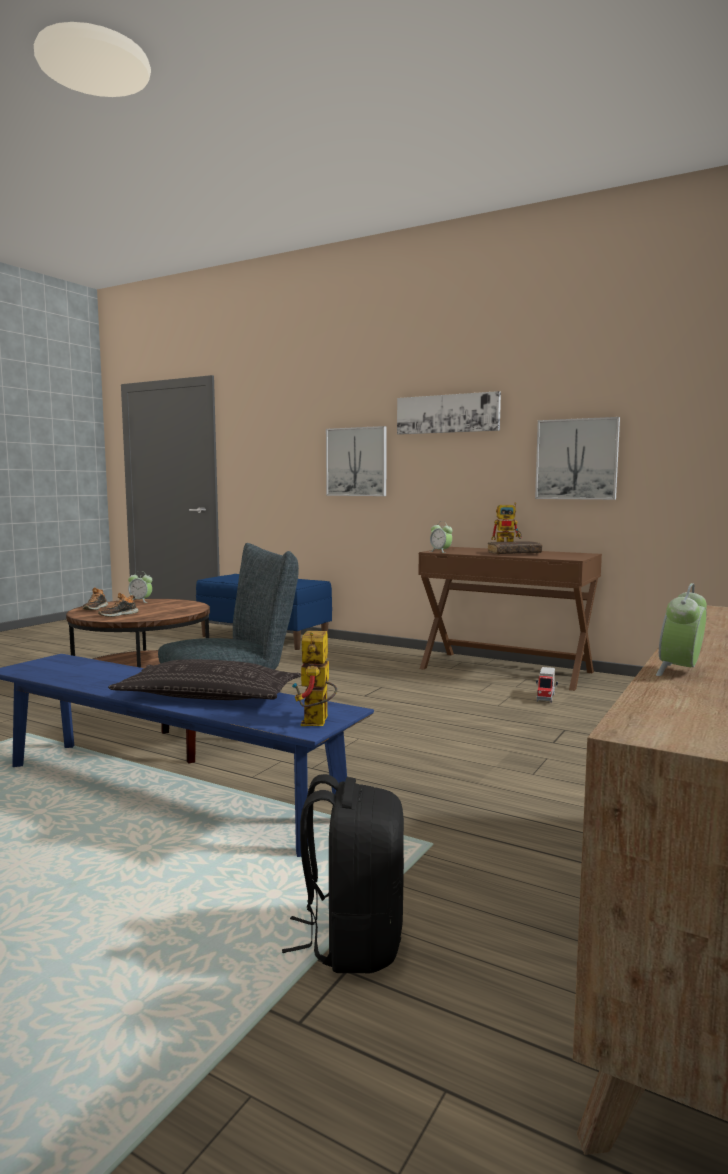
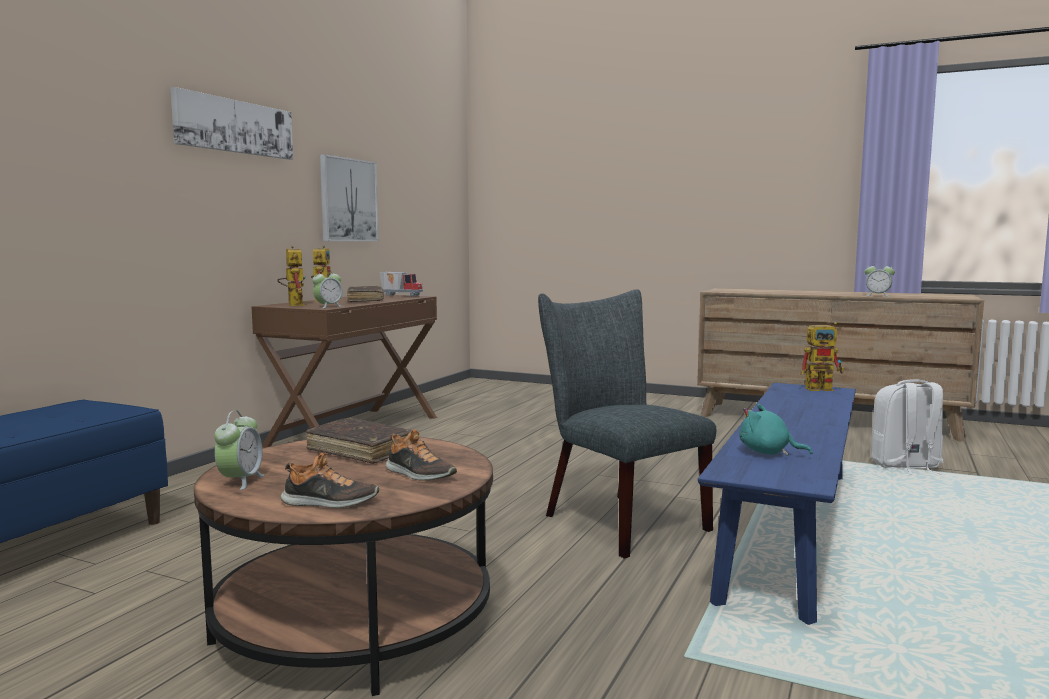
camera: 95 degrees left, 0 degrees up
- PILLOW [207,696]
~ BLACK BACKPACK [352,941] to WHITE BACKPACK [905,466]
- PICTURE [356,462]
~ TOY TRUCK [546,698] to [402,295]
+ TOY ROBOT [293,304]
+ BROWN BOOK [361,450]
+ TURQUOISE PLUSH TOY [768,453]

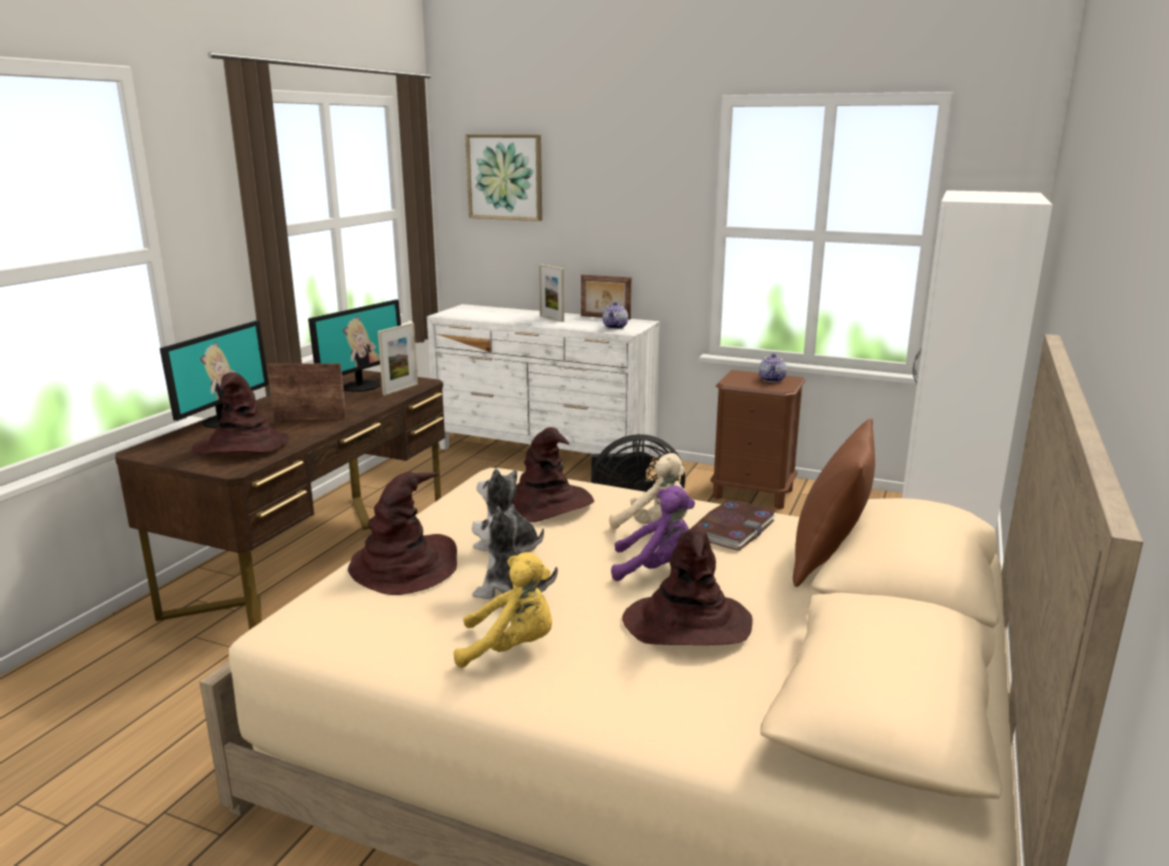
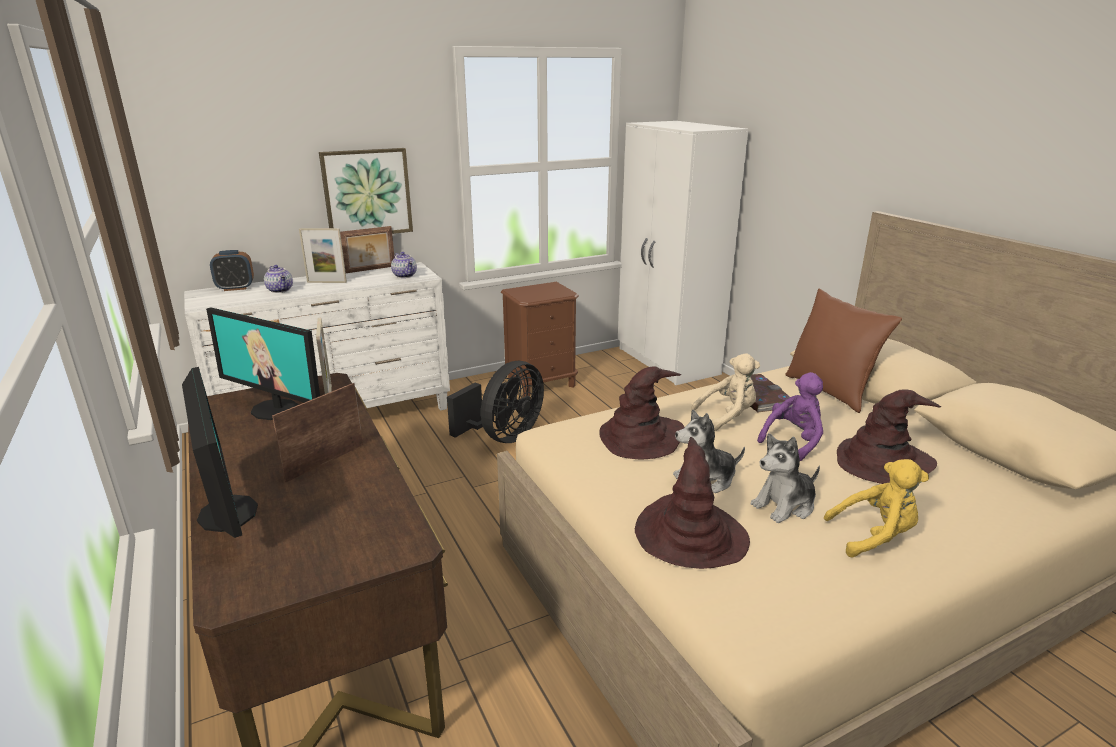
camera: 50 degrees left, 5 degrees up
- BROWN HAT [241,446]
~ MONITOR [361,386] = [276,409] 135 degrees clockwise
~ YELLOW PLUSH TOY [511,648] = [874,536] 45 degrees clockwise
~ PICTURE [505,177] to [367,193]
~ TEAPOT [772,380] to [281,290]
+ ALARM CLOCK [235,288]

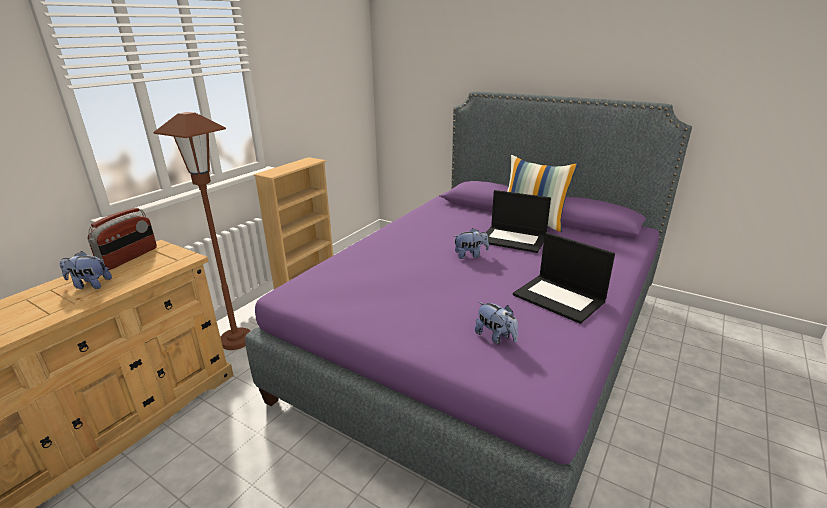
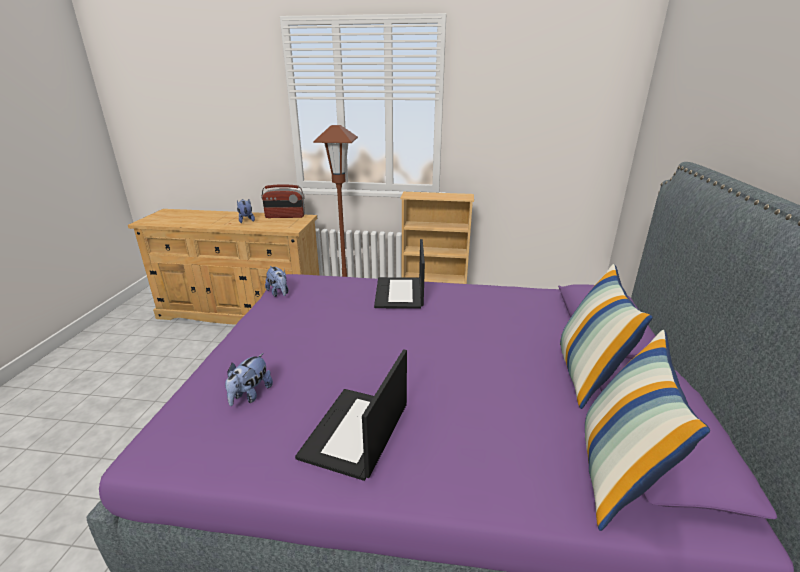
camera: 65 degrees right, 0 degrees up
~ PLUSH TOY [470,255] to [279,293]
~ LAPTOP [514,239] to [400,293]
+ PILLOW [617,474]

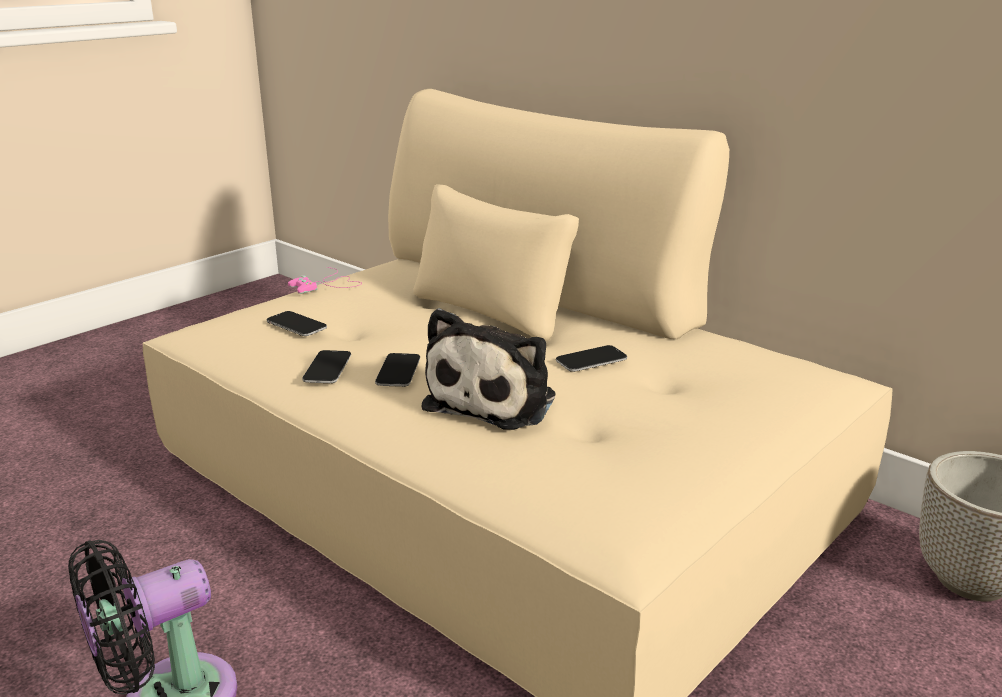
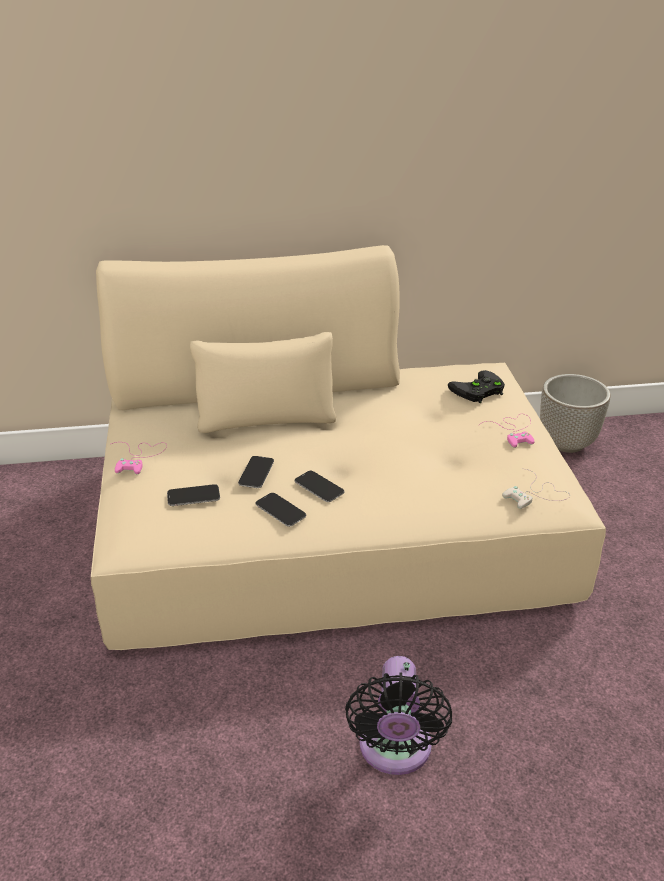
camera: 50 degrees left, 10 degrees up
- PLUSH TOY [495,400]
~ PHONE [591,360] to [256,473]
+ BLACK GAME CONTROLLER [477,391]
+ PINK GAME CONTROLLER [514,430]
+ WHITE GAME CONTROLLER [536,494]

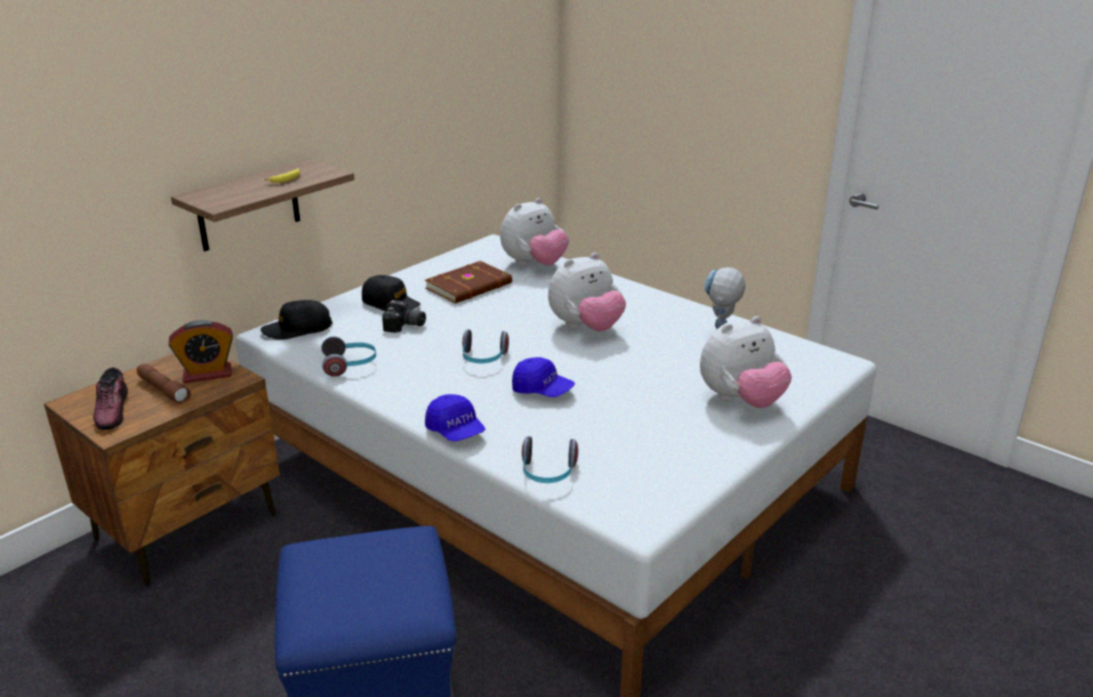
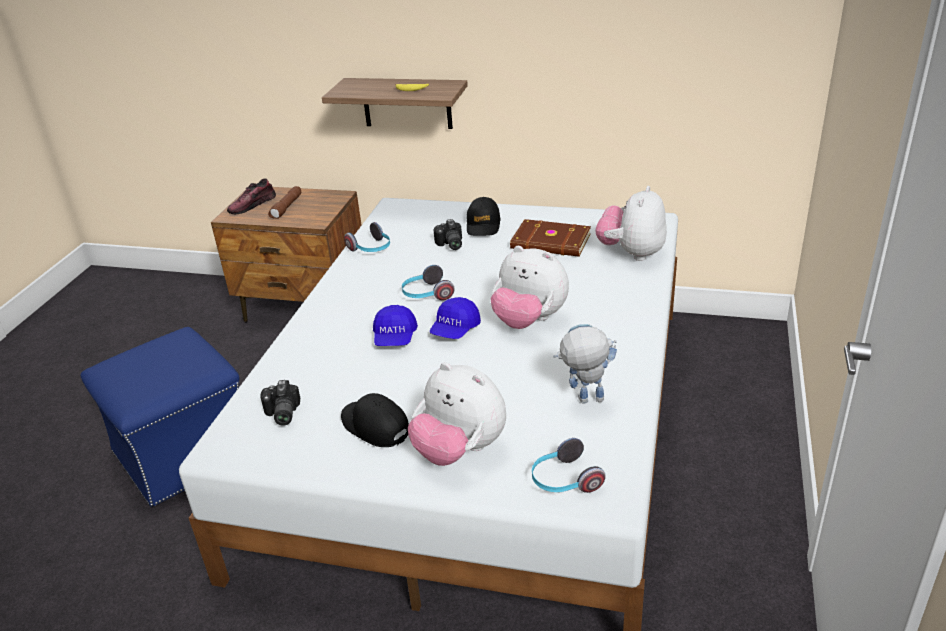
camera: 65 degrees right, 5 degrees up
- ALARM CLOCK [207,374]
~ BLACK CAP [297,329] to [375,426]
~ BLUE CAP [456,431] to [455,330]
~ PLUSH TOY [534,264] = [631,253] 90 degrees clockwise
~ HEADPHONES [548,473] to [564,480]
+ PHOTO CAMERA [281,414]

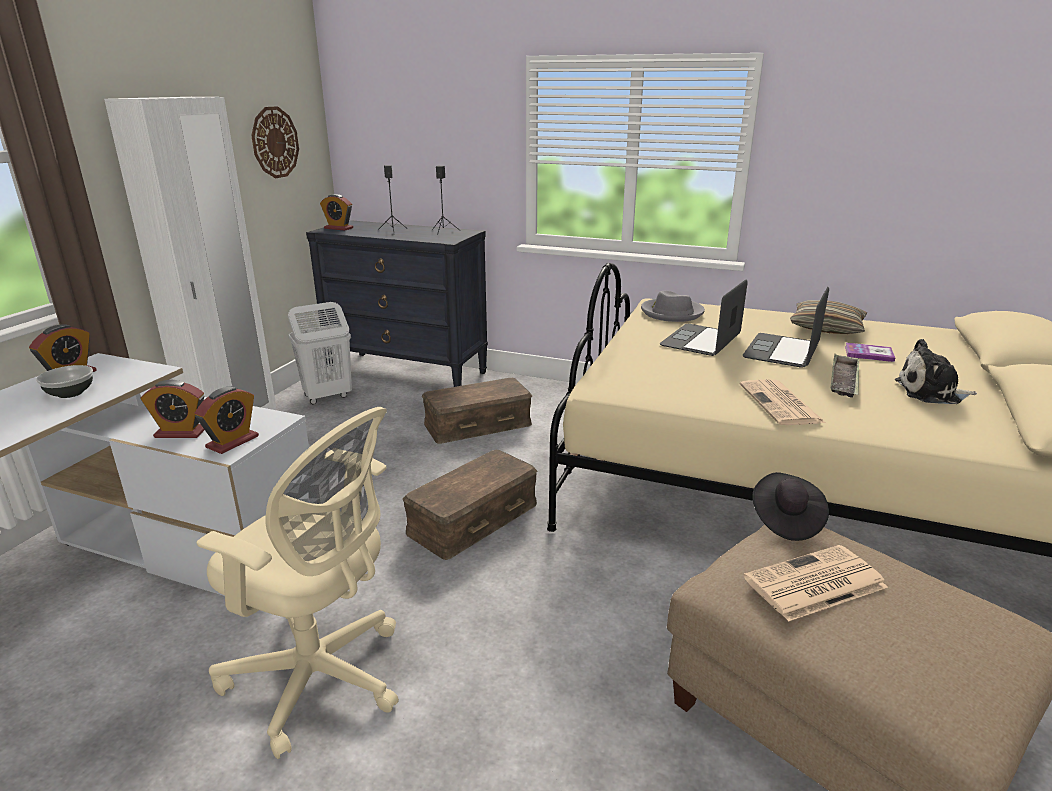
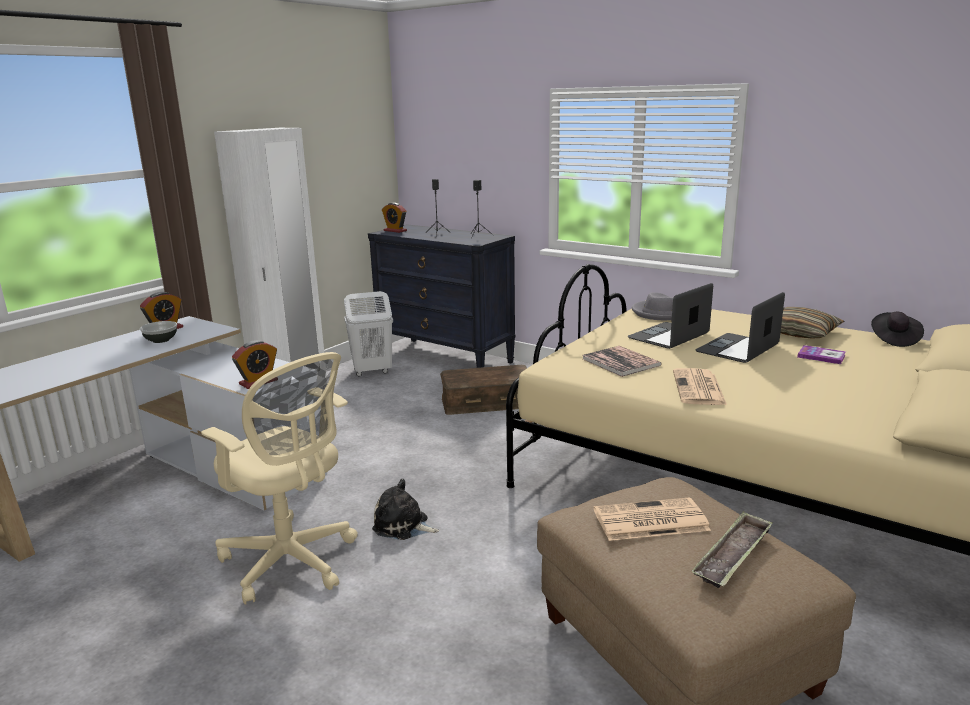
camera: 15 degrees right, 5 degrees down
- ALARM CLOCK [181,432]
- WALL CLOCK [275,142]
- BROWN STORAGE BOX [472,517]
~ BLACK HAT [785,520] to [894,339]
~ TRAY [844,381] to [733,555]
~ PLUSH TOY [931,393] to [403,526]
+ BOOK [621,362]

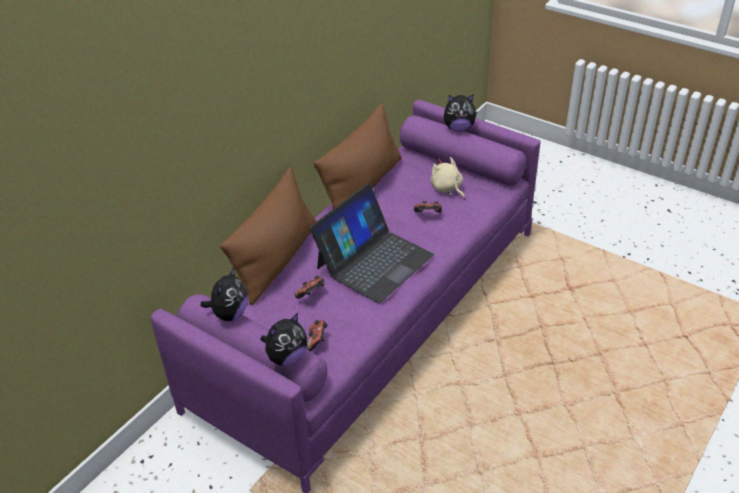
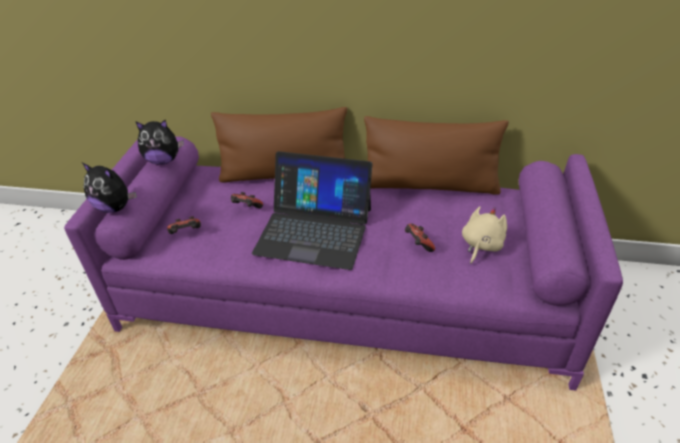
camera: 65 degrees right, 0 degrees up
- PLUSH TOY [458,128]

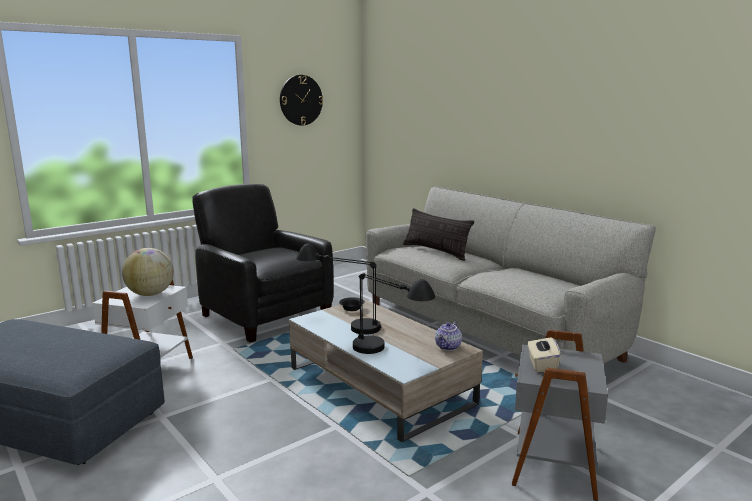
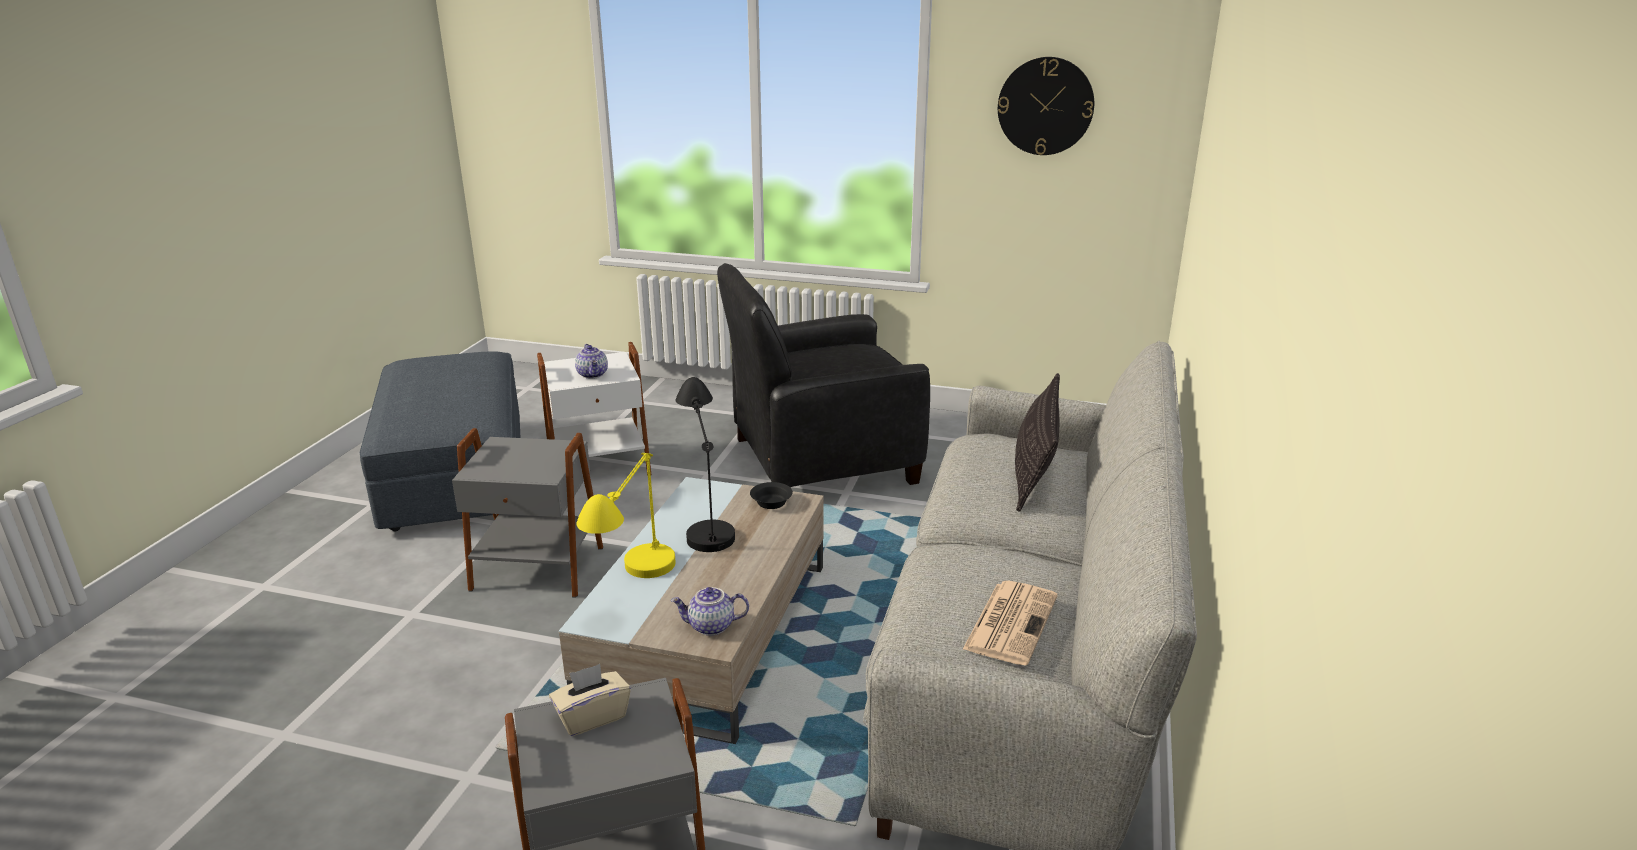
camera: 55 degrees right, 10 degrees up
~ GLOBE [150,294] to TEAPOT [593,374]
~ BLACK ARMCHAIR [265,315] = [821,461] 120 degrees counterclockwise
~ BLACK TABLE LAMP [389,356] to YELLOW TABLE LAMP [635,589]
+ GREY SIDE TABLE [537,570]
+ NEWSPAPER [1011,621]

